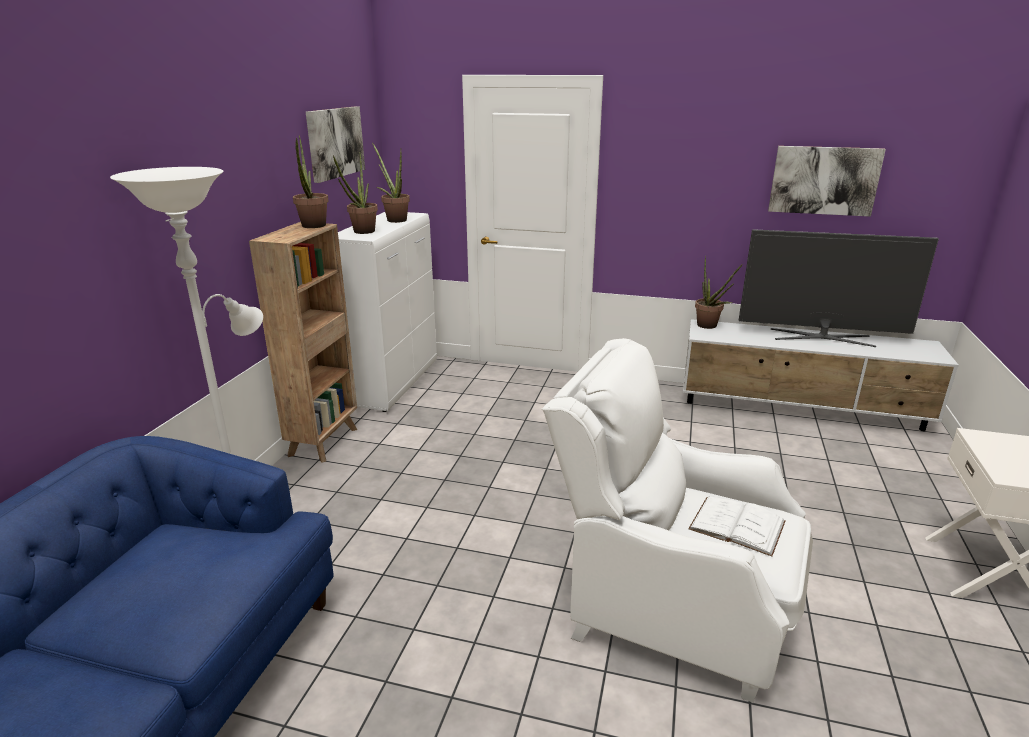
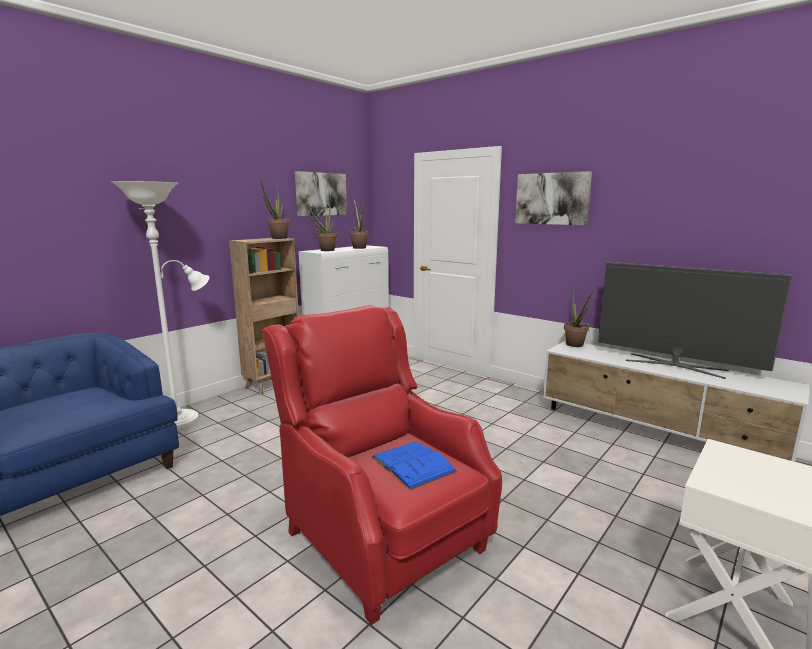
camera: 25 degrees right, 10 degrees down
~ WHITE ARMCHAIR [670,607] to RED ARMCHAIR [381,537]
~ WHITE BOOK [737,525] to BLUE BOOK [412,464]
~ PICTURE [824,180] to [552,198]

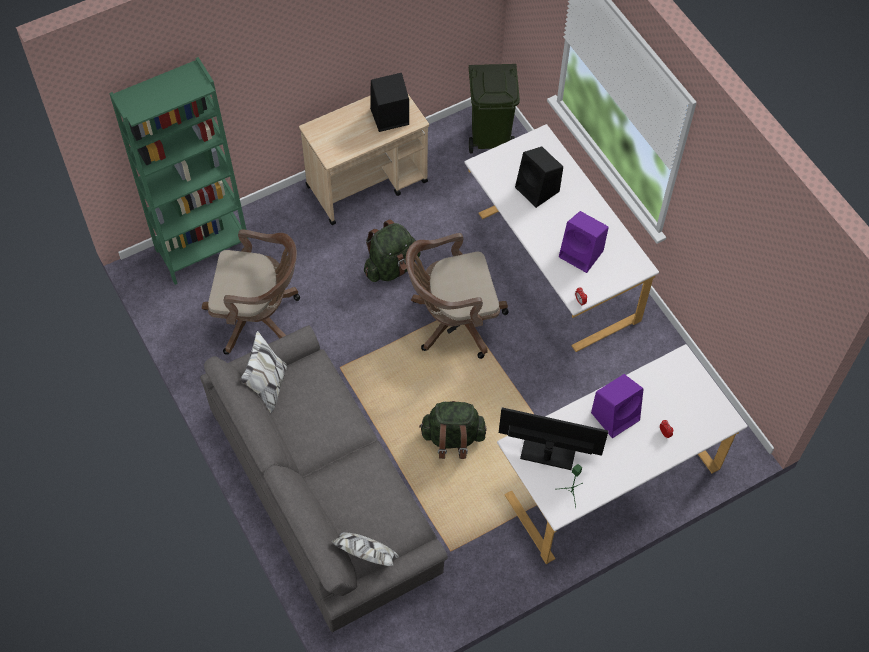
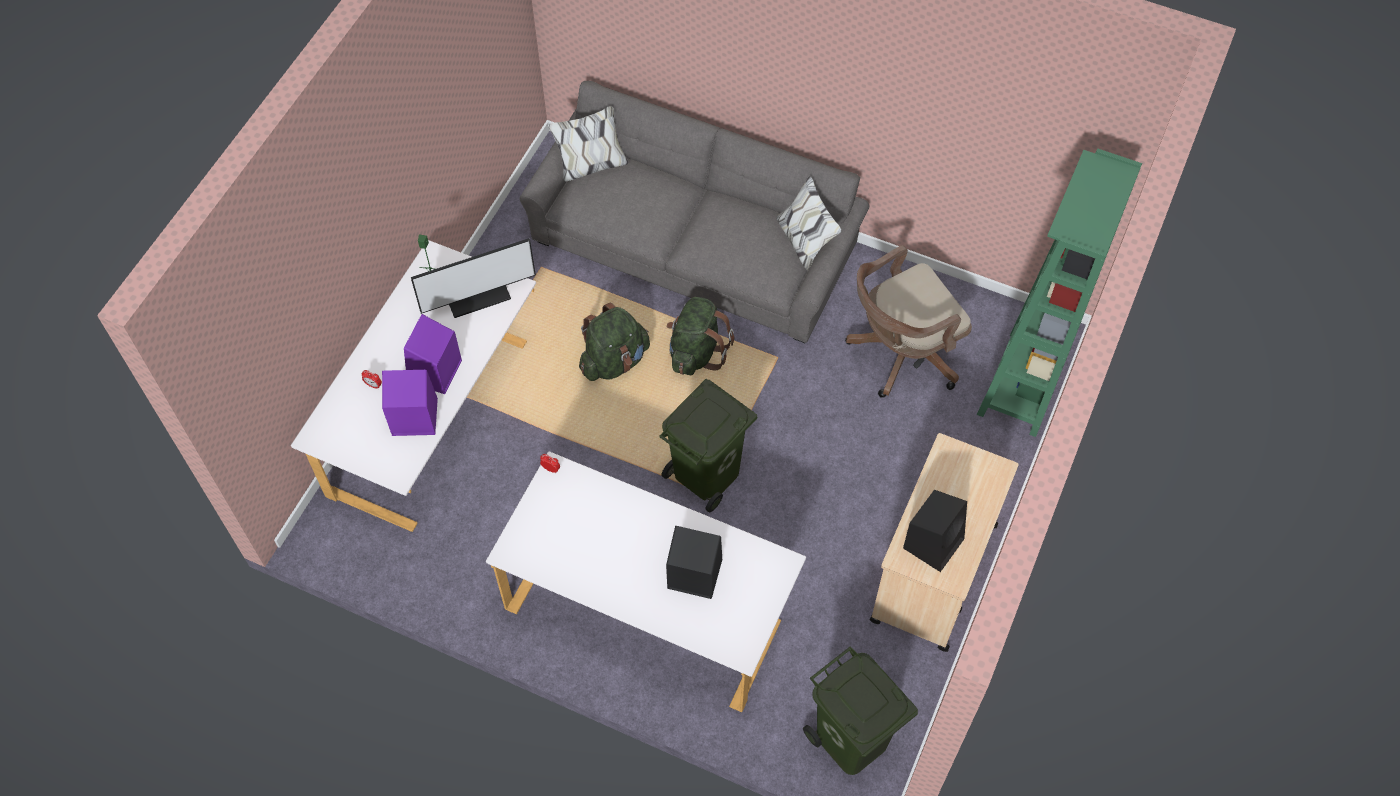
camera: 145 degrees right, 0 degrees up
~ GREEN BACKPACK [391,266] to [696,352]
~ BROWN OFFICE CHAIR [452,321] to GREEN TRASH CAN [707,475]
~ PURPLE SPEAKER [582,254] to [413,417]

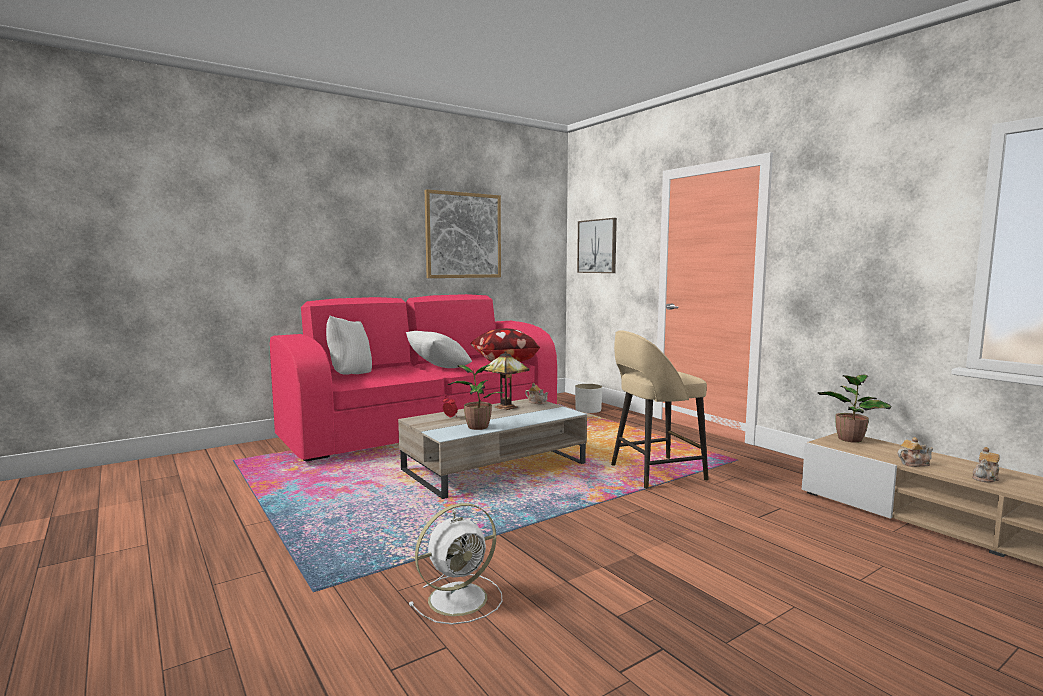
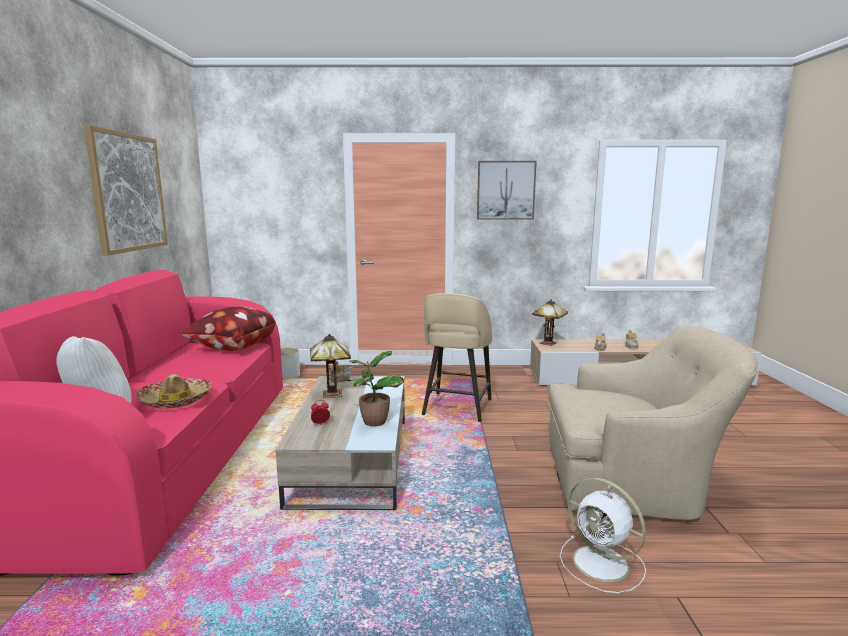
camera: 55 degrees left, 5 degrees up
- WHITE PILLOW [438,369]
~ WHITE FAN [460,598] = [603,564] 135 degrees clockwise
~ PICTURE [597,246] to [505,190]
~ POTTED PLANT [850,439] to TABLE LAMP [547,343]
+ HAT [176,401]
+ BEIGE ARMCHAIR [633,481]

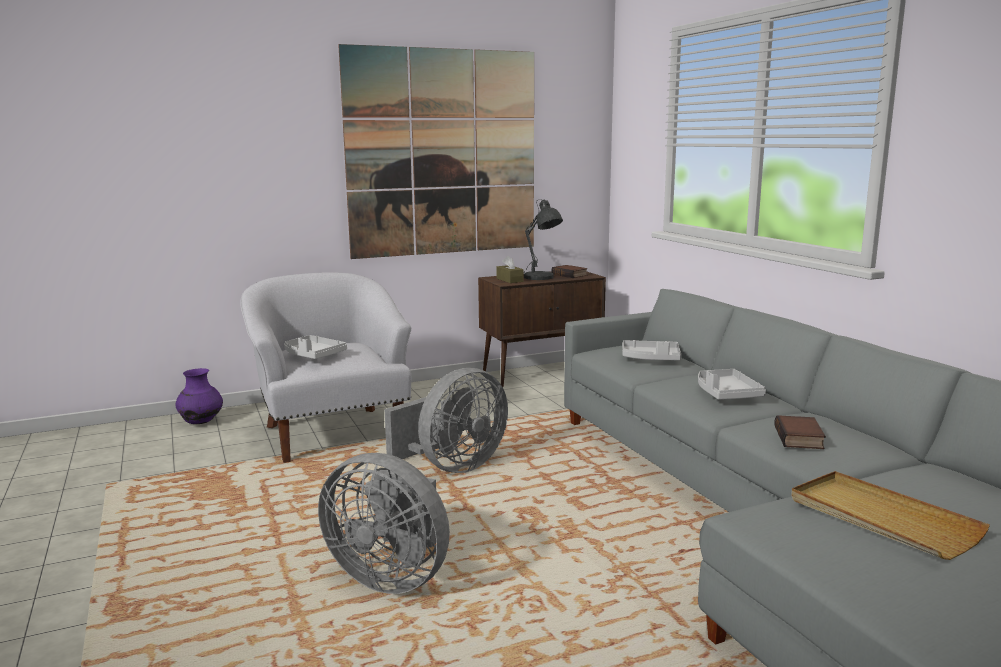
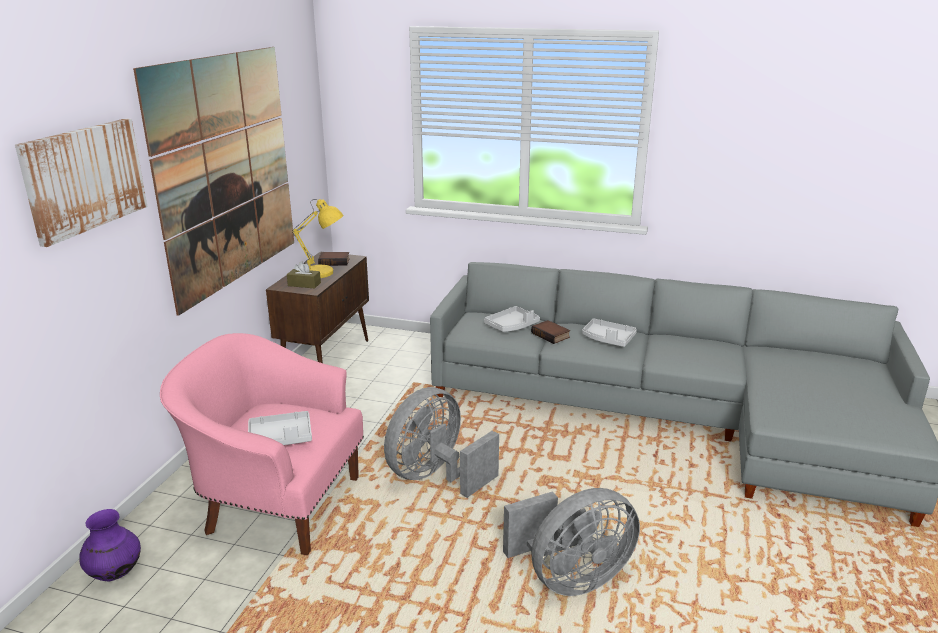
camera: 50 degrees left, 10 degrees up
~ WHITE ARMCHAIR [332,432] to PINK ARMCHAIR [277,503]
~ GREY FAN [453,466] = [436,476] 135 degrees counterclockwise
~ GREY TABLE LAMP [540,278] to YELLOW TABLE LAMP [322,273]
~ BOOK [800,438] to [551,335]
- BEIGE TRAY [881,519]
+ PICTURE [84,178]

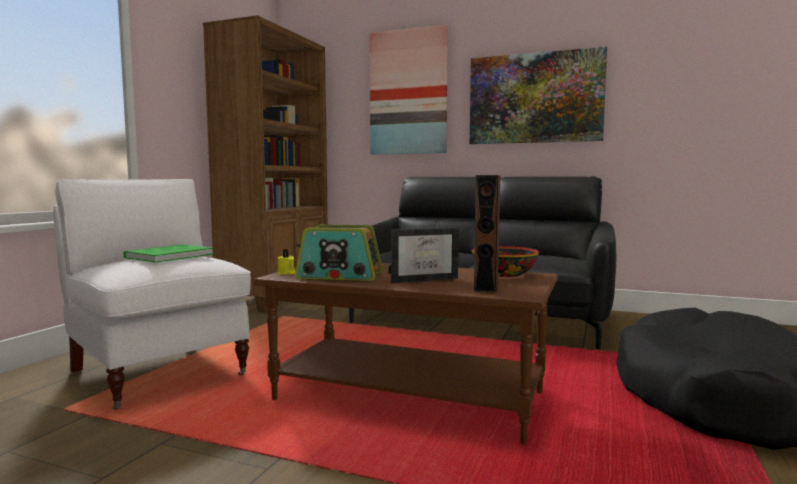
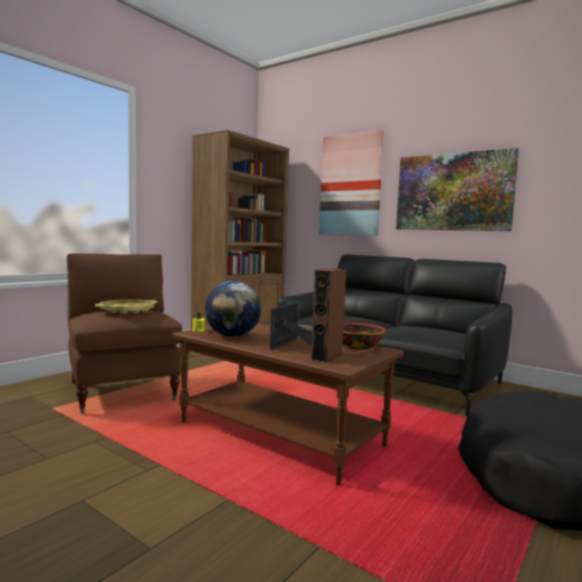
camera: 15 degrees right, 0 degrees up
~ WHITE ARMCHAIR [158,372] to BROWN ARMCHAIR [123,391]
~ GREEN BOOK [166,256] to YELLOW TRAY [127,310]
~ RADIO [340,276] to GLOBE [232,336]
~ PICTURE FRAME [423,279] = [288,345] 120 degrees clockwise

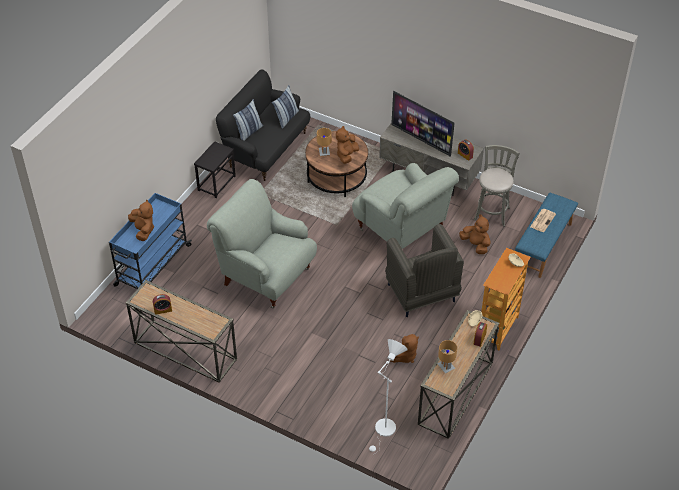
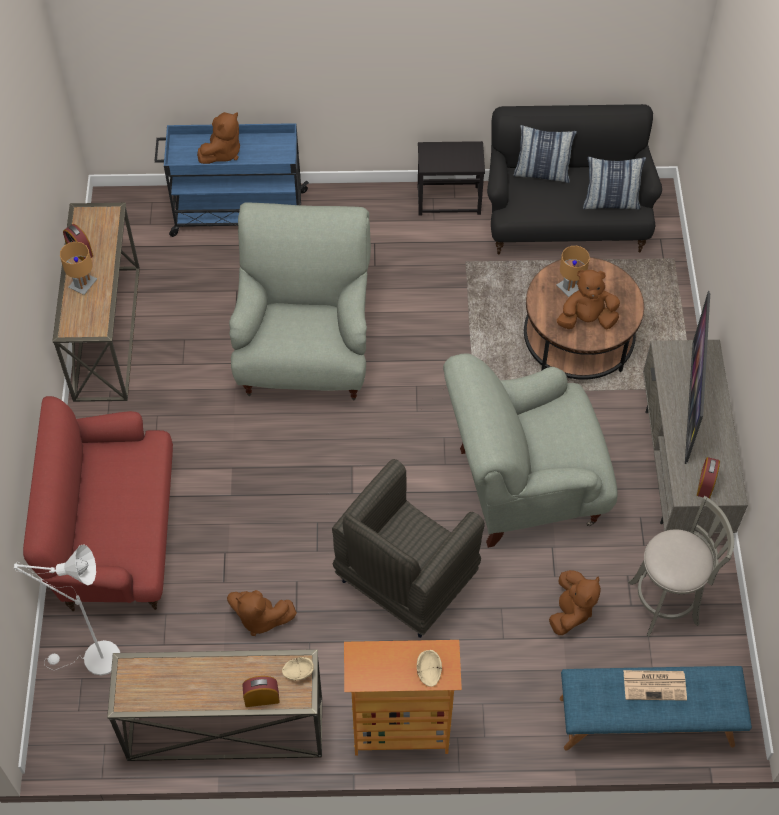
camera: 60 degrees right, 10 degrees up
~ GREY ARMCHAIR [402,231] = [523,487] 60 degrees clockwise
~ BROWN TABLE LAMP [445,367] to [83,284]
+ RED SOFA [116,536]

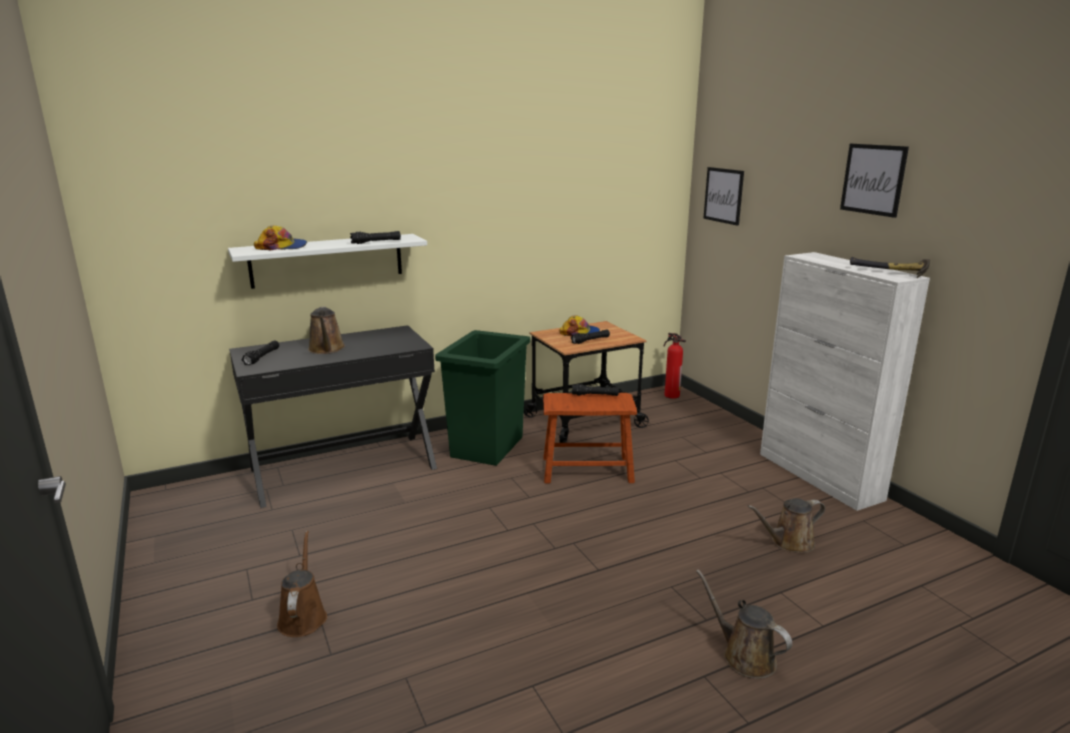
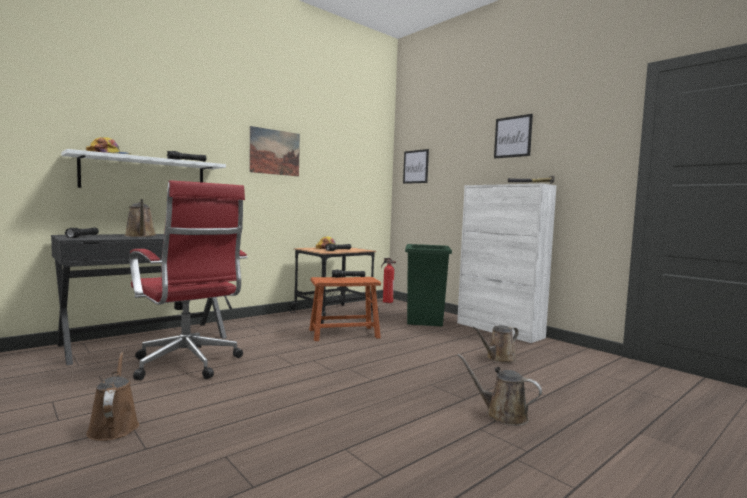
camera: 15 degrees left, 15 degrees down
~ GREEN TRASH CAN [486,447] to [424,319]
+ RED OFFICE CHAIR [188,365]
+ PICTURE [275,152]

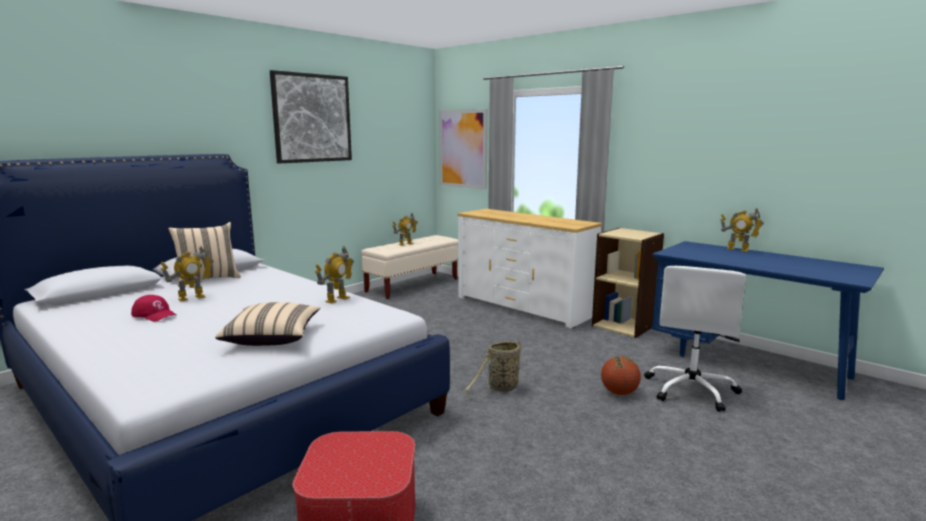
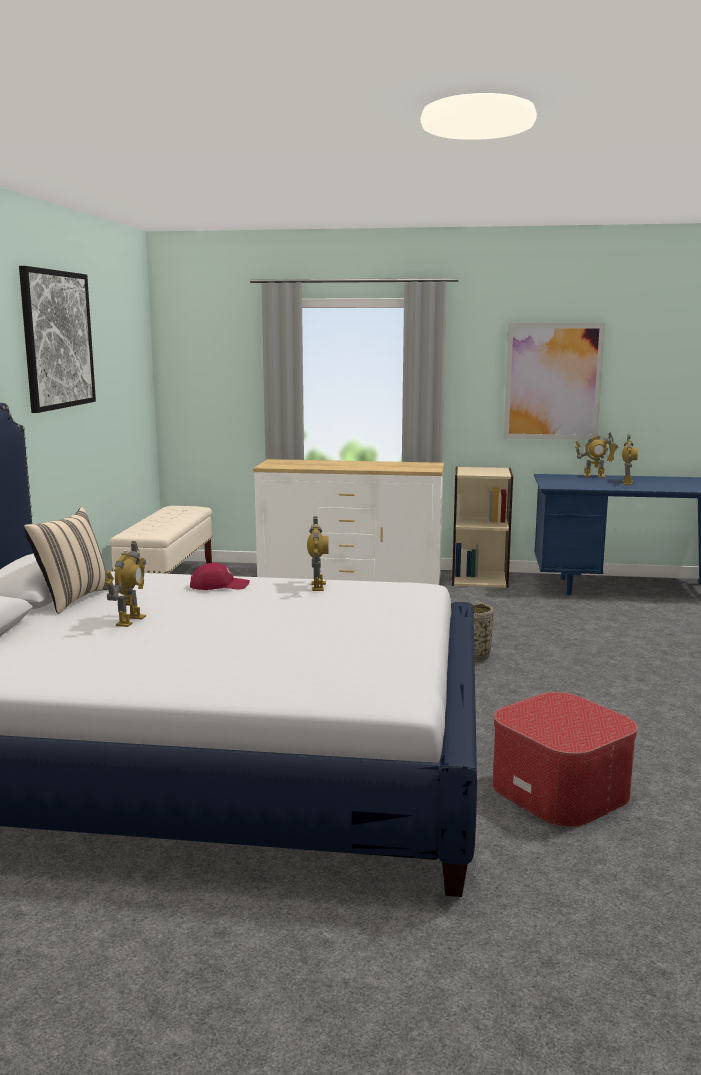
camera: 35 degrees left, 0 degrees up
~ RED CAP [154,315] to [219,585]
- BEIGE PILLOW [272,337]
~ TOY ROBOT [405,244] to [627,483]
~ PICTURE [463,149] to [552,381]
- BASKETBALL [619,393]
- WHITE OFFICE CHAIR [691,390]

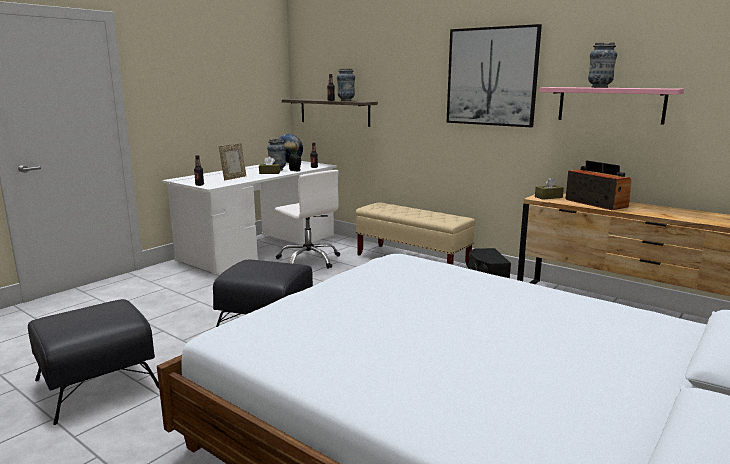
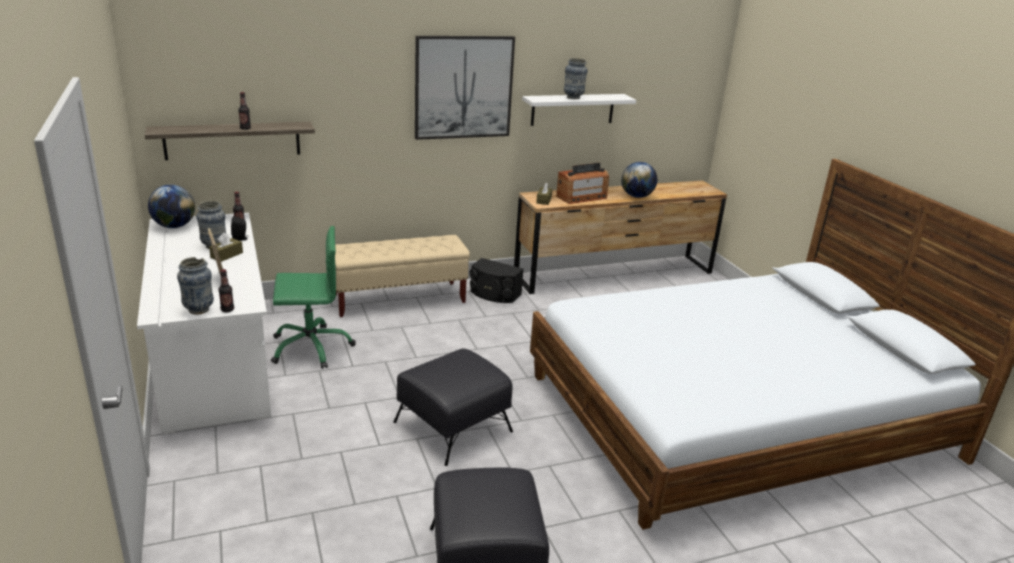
camera: 60 degrees left, 10 degrees up
~ WHITE OFFICE CHAIR [309,260] to GREEN OFFICE CHAIR [311,347]
~ VASE [346,100] to [199,310]
~ PINK SHELF [610,105] to WHITE SHELF [572,109]
~ RADIO [596,203] = [581,197] 150 degrees clockwise
+ GLOBE [636,196]

